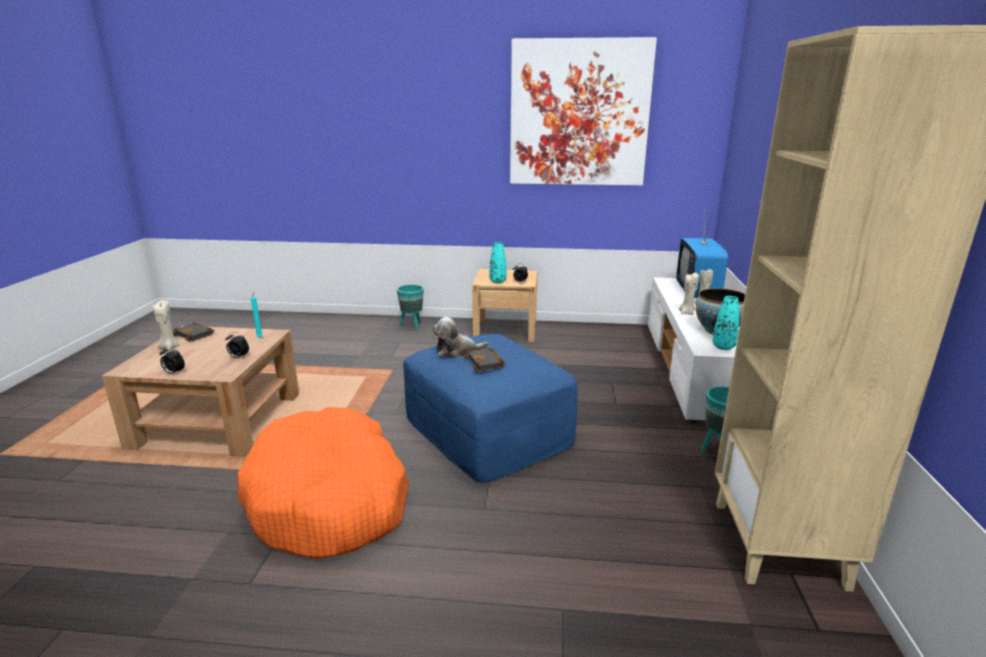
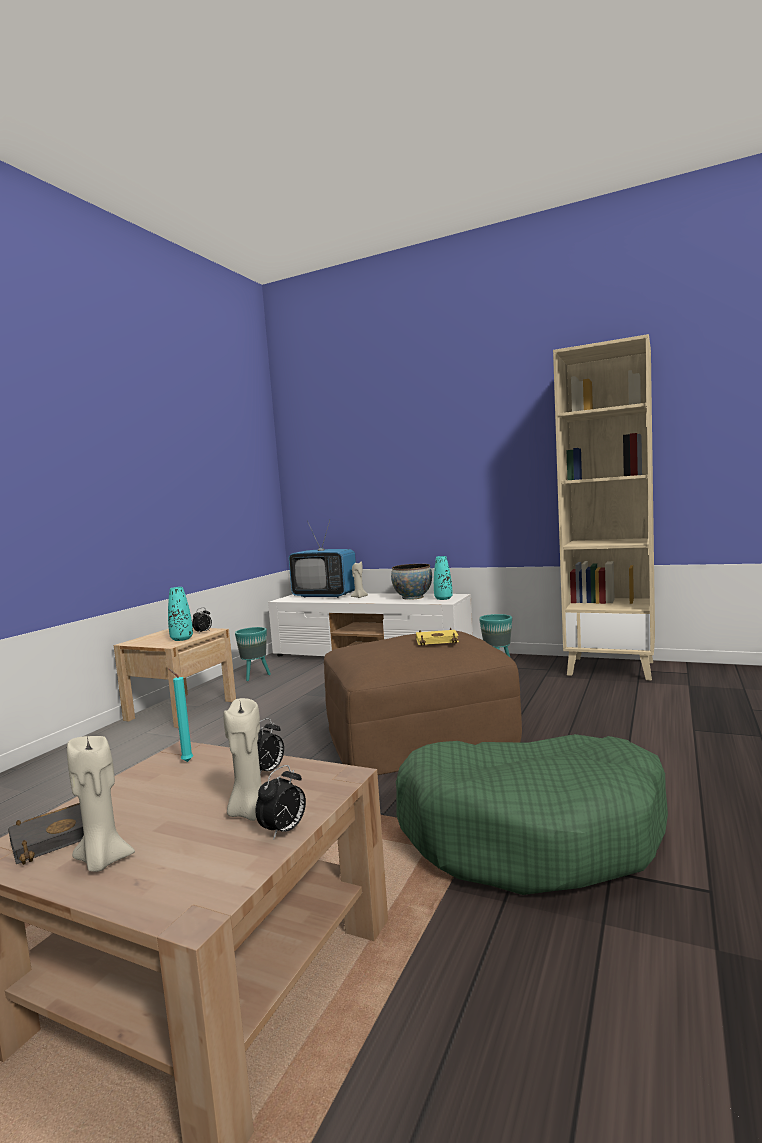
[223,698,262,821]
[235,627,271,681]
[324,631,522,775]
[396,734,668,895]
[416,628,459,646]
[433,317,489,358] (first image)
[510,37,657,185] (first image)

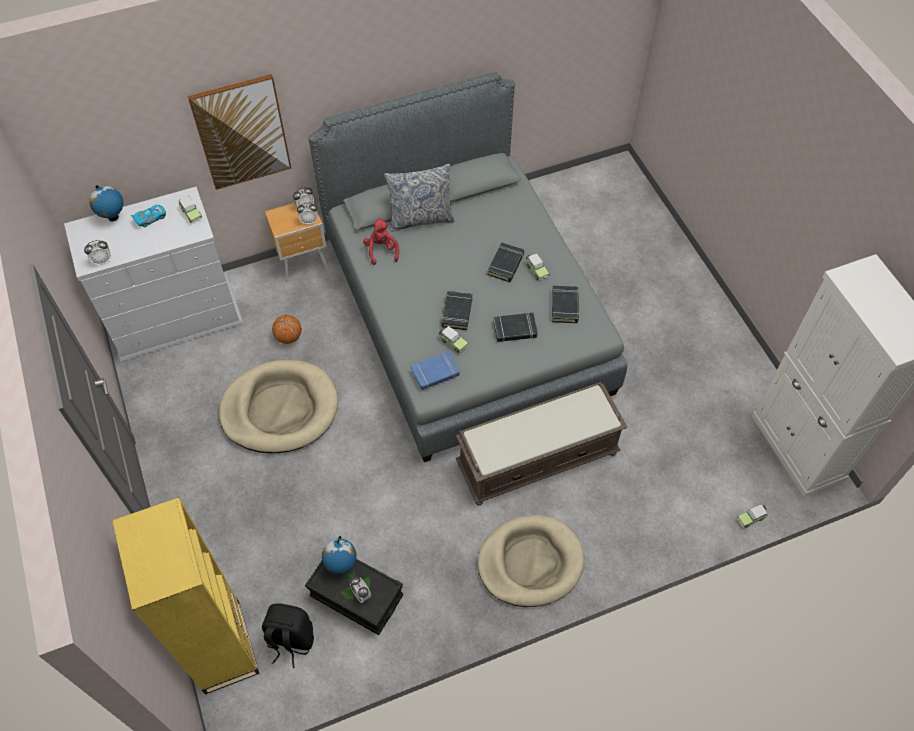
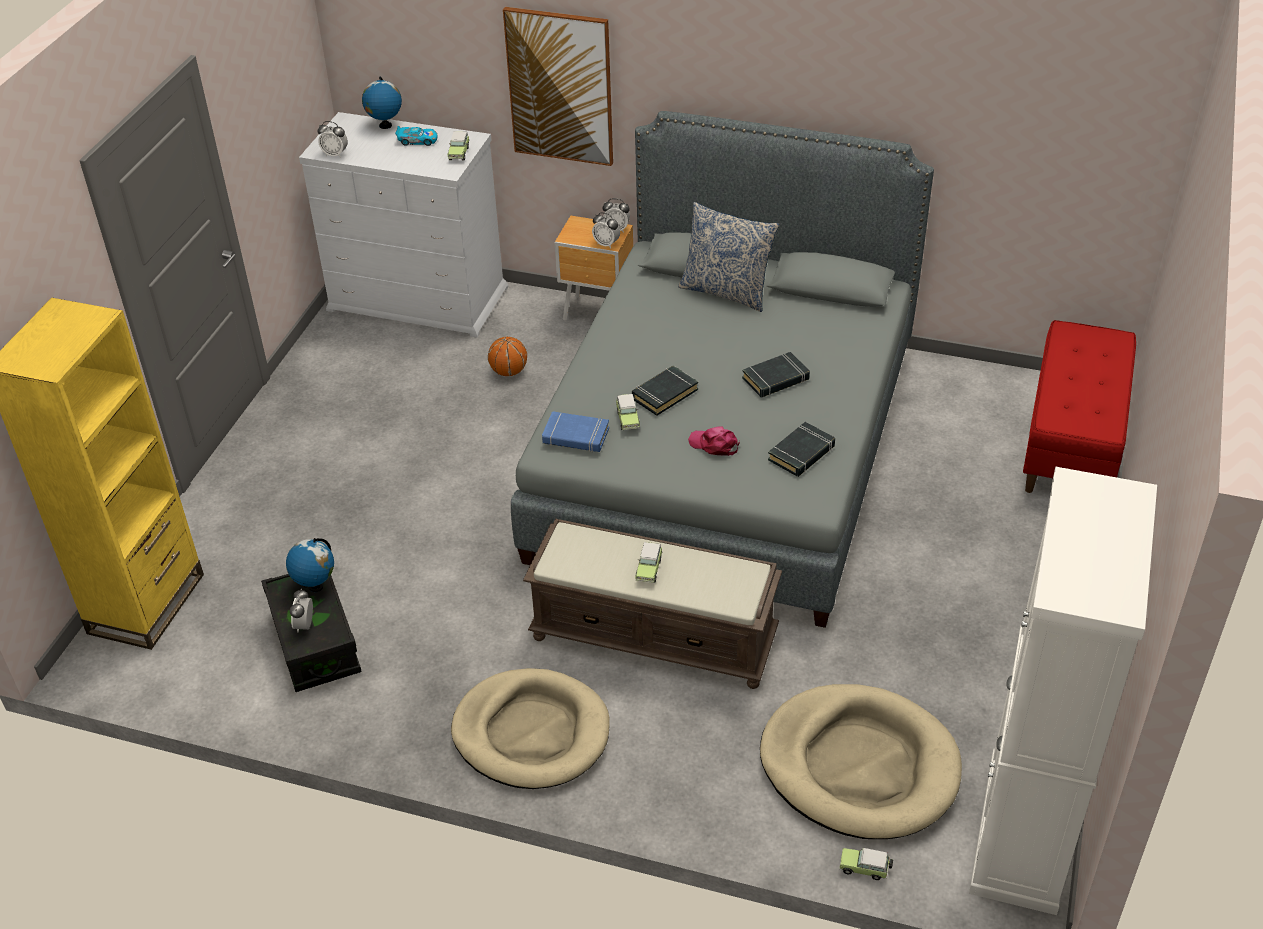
[635,542,663,583]
[688,426,740,456]
[760,684,962,839]
[1023,320,1136,493]
[262,603,314,668] (first image)
[363,218,399,265] (first image)

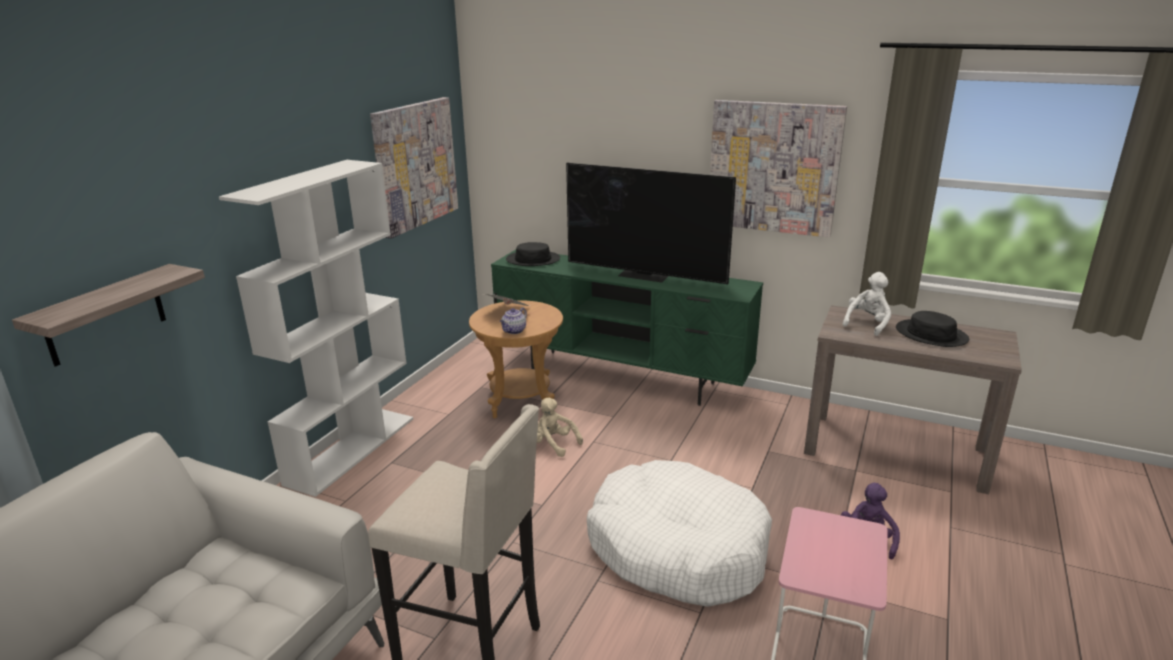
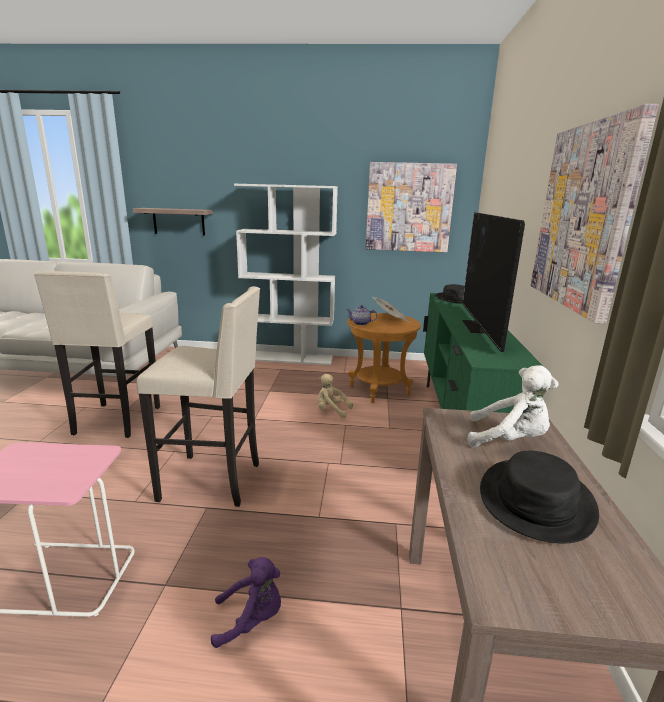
[136,286,260,507]
[318,374,353,418]

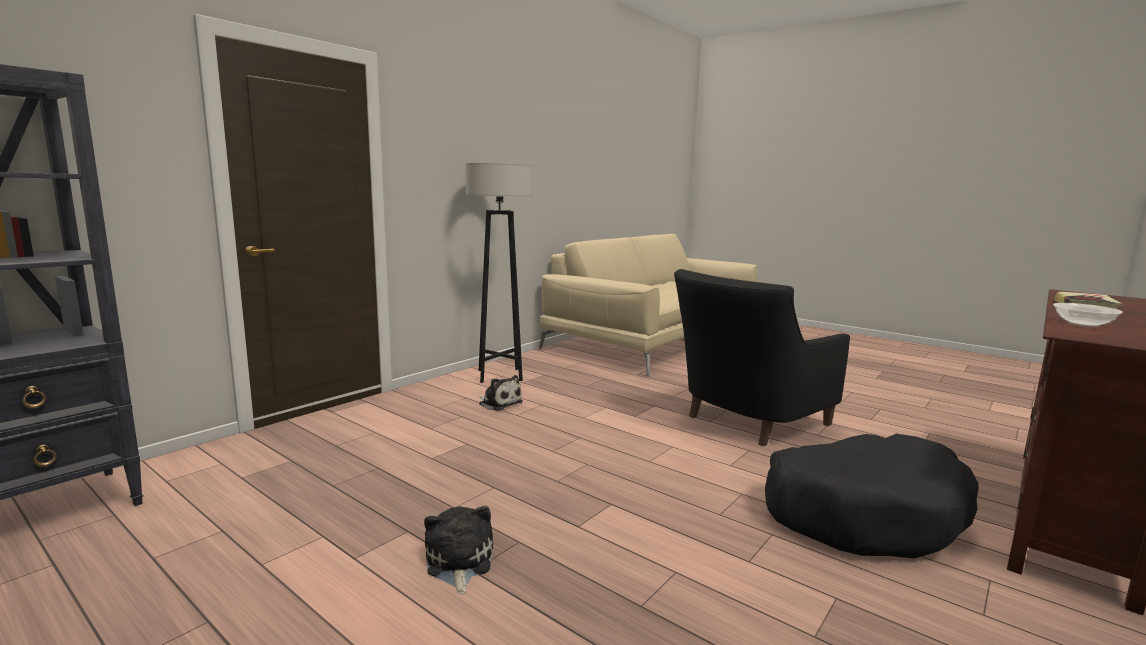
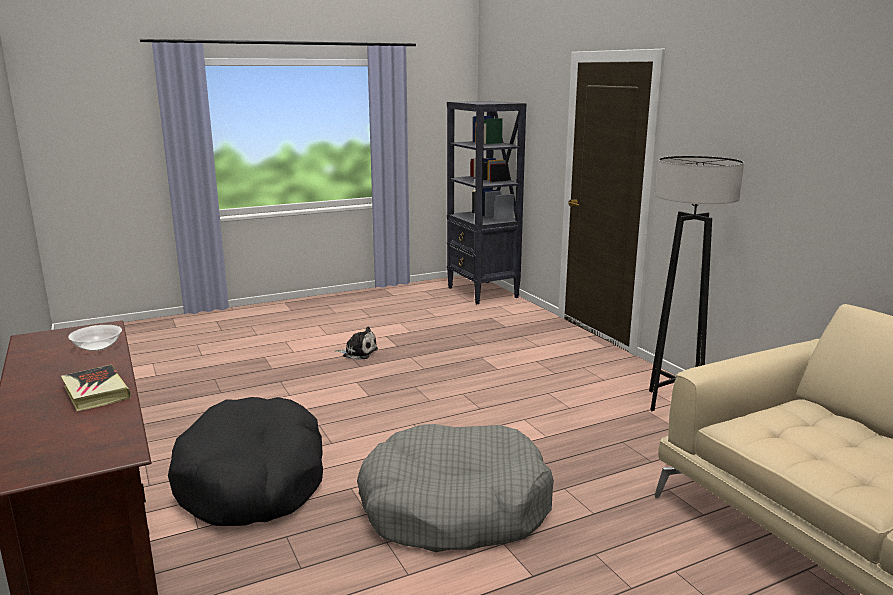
[357,424,554,552]
[478,375,523,411] (first image)

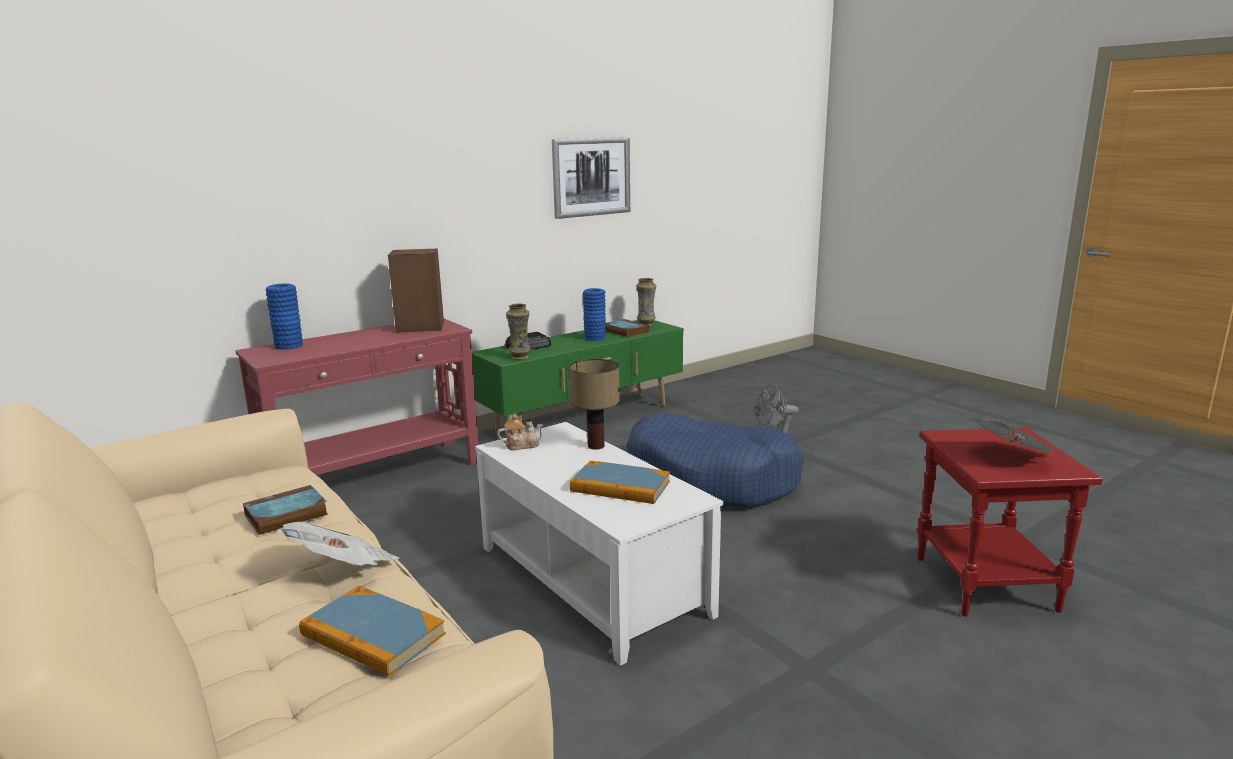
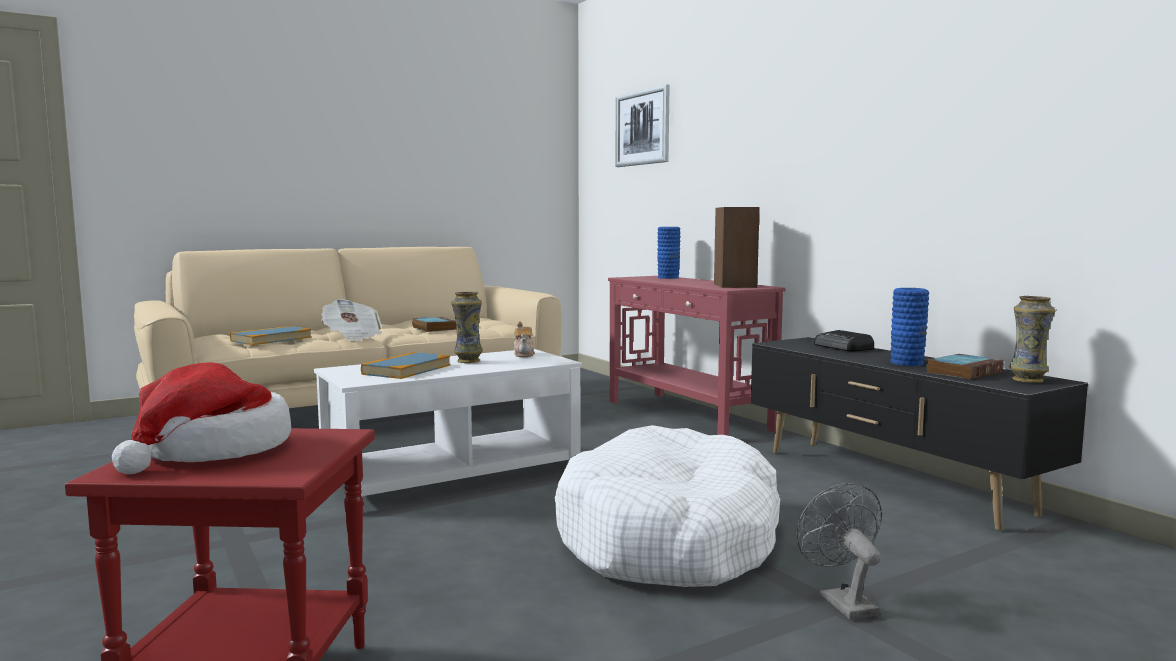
[112,362,291,474]
[451,292,483,363]
[555,425,780,587]
[615,84,669,167]
[751,337,1088,530]
[569,359,620,450] (first image)

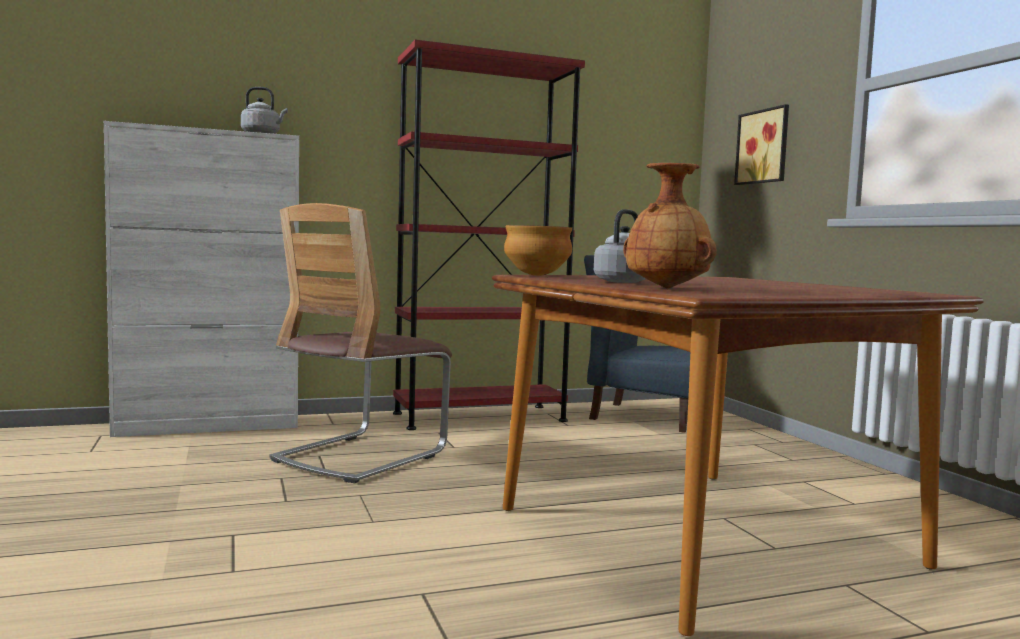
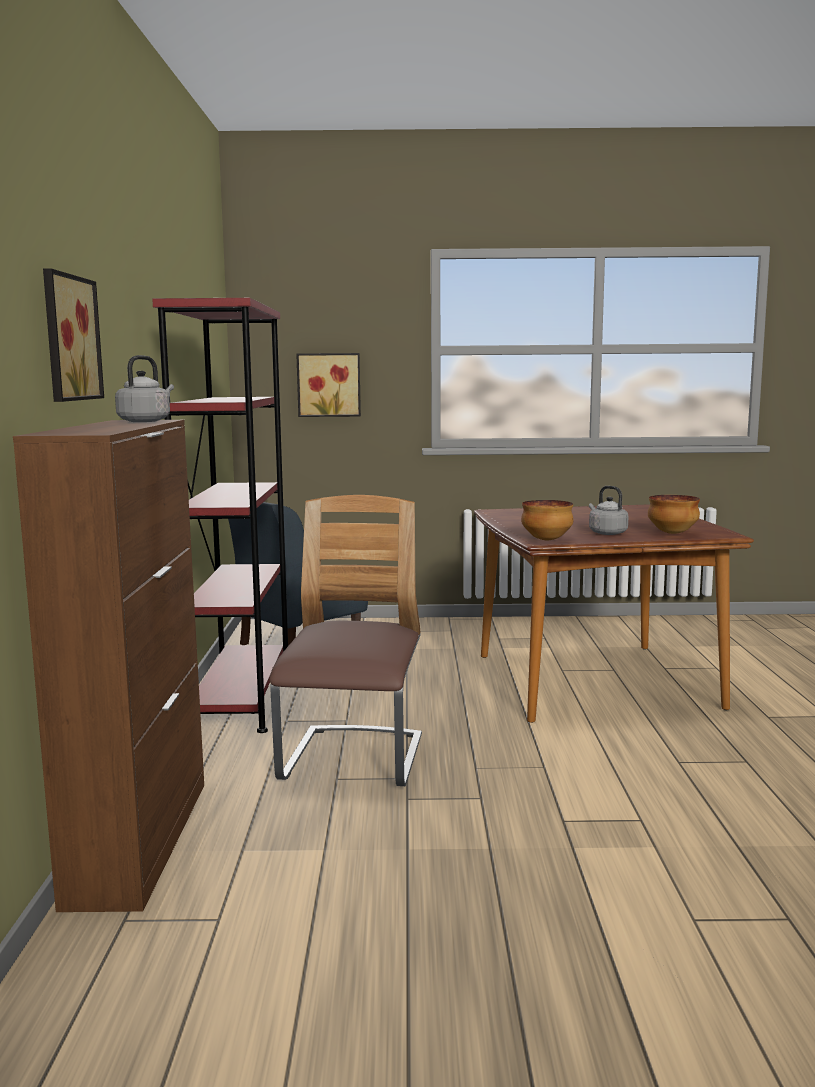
[13,420,204,912]
[43,268,104,402]
[269,495,422,786]
[648,495,700,534]

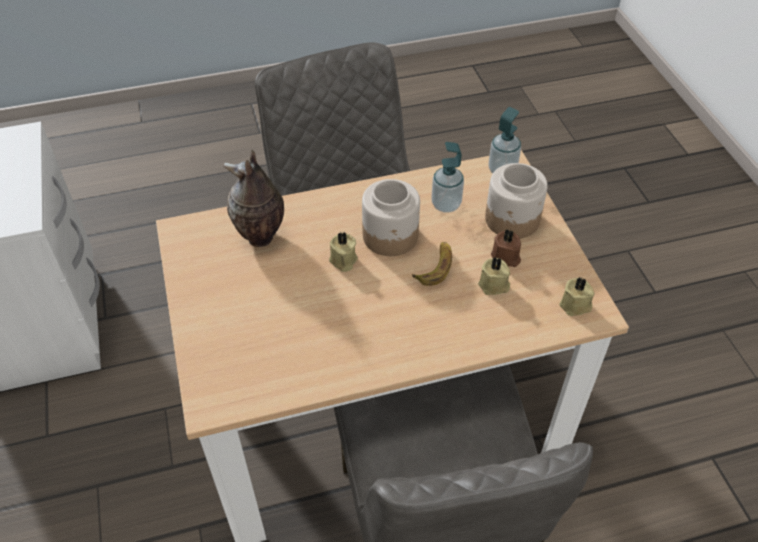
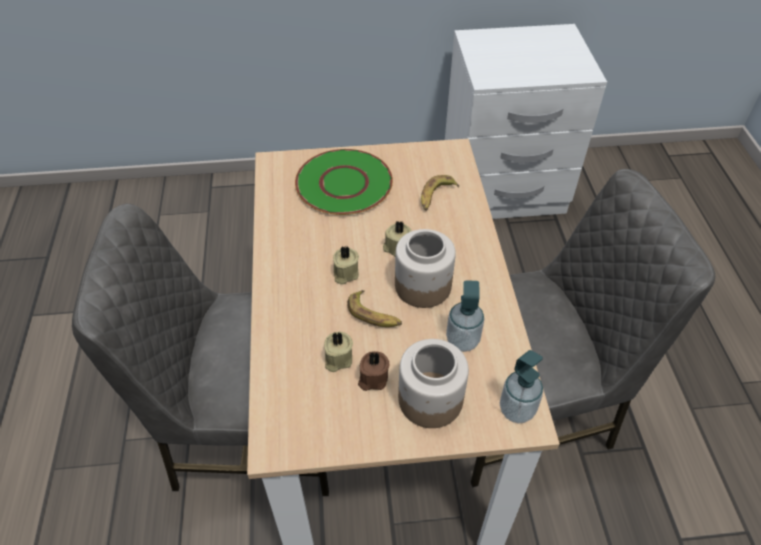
[295,149,393,215]
[333,246,359,284]
[421,175,459,211]

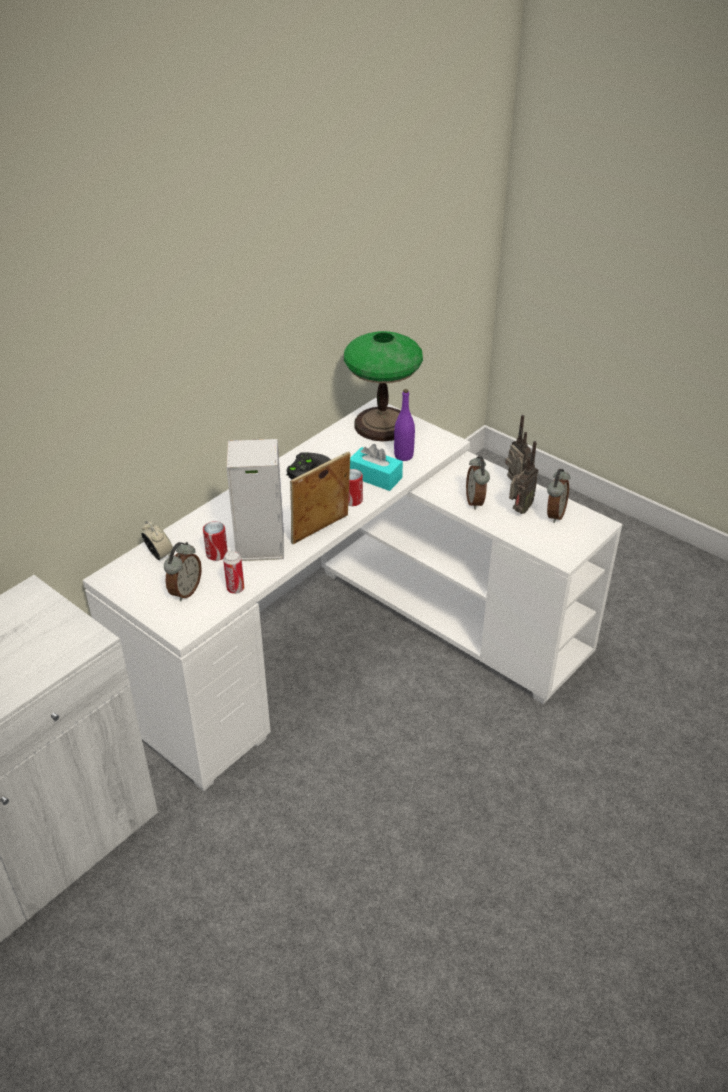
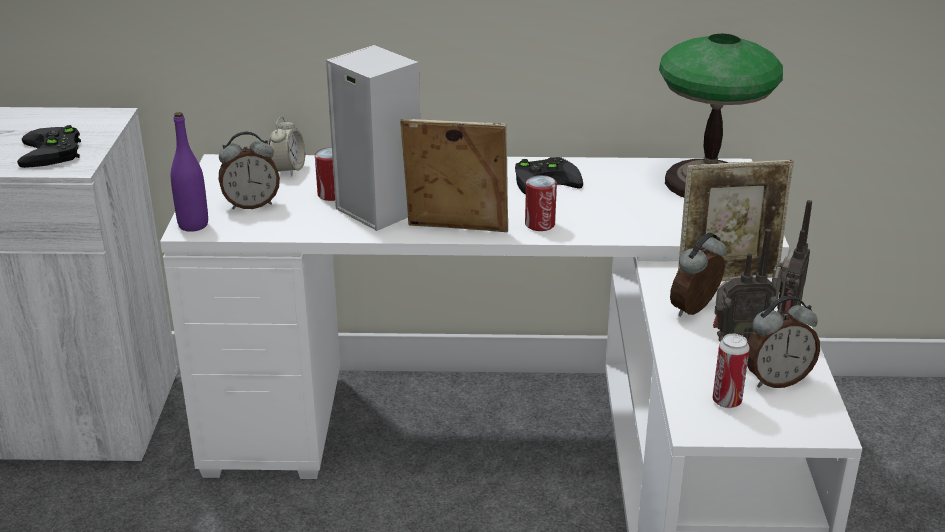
[17,125,81,168]
[171,112,208,232]
[678,160,794,281]
[712,334,750,408]
[350,444,403,491] (first image)

